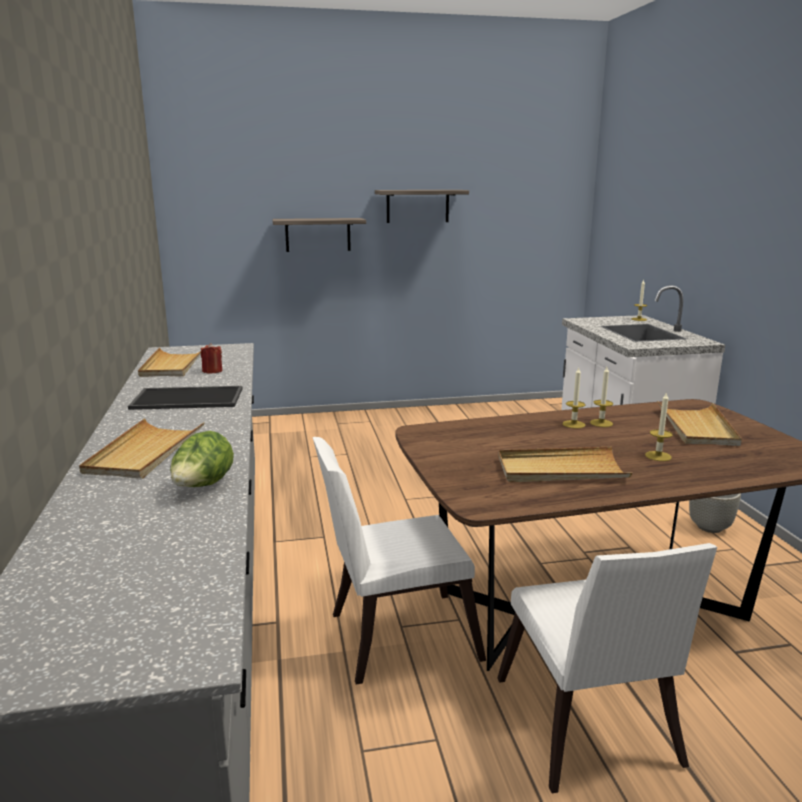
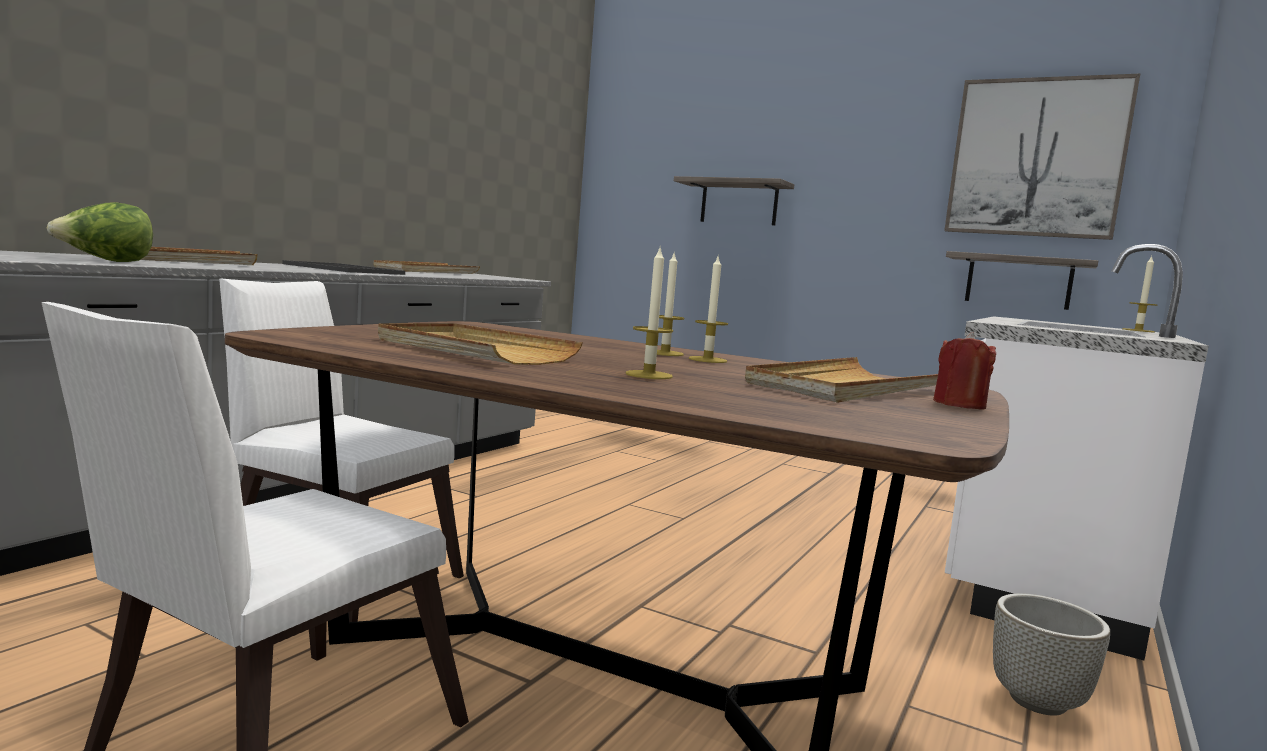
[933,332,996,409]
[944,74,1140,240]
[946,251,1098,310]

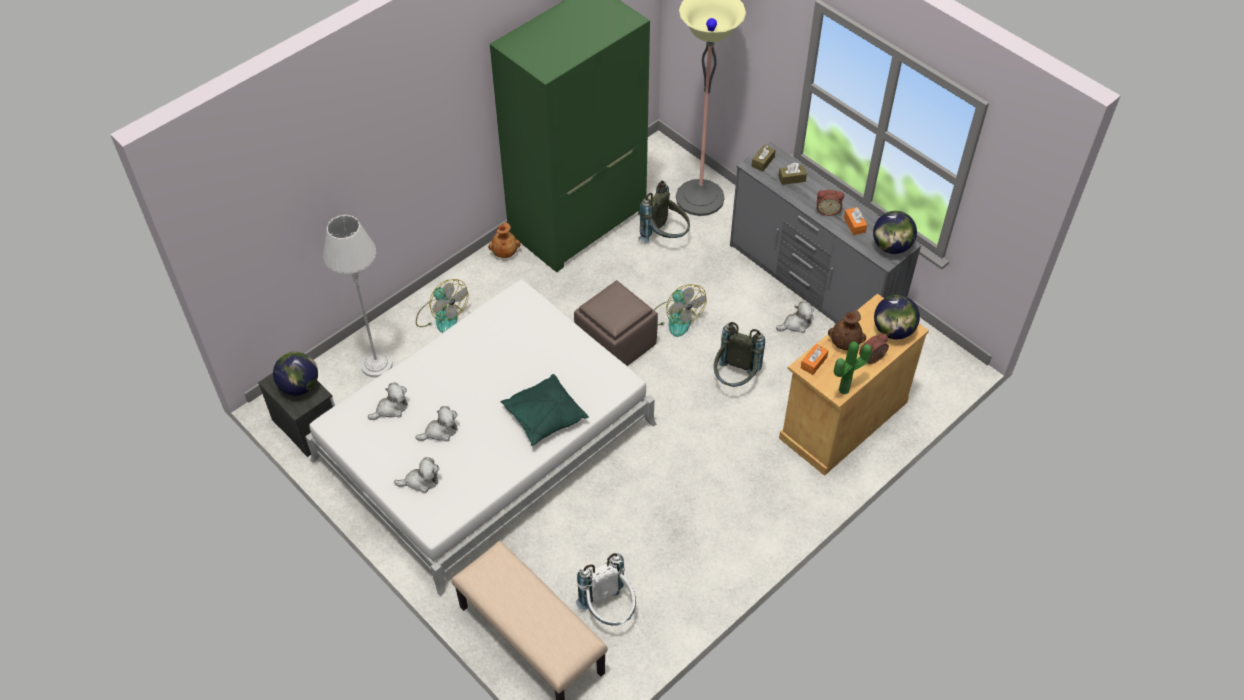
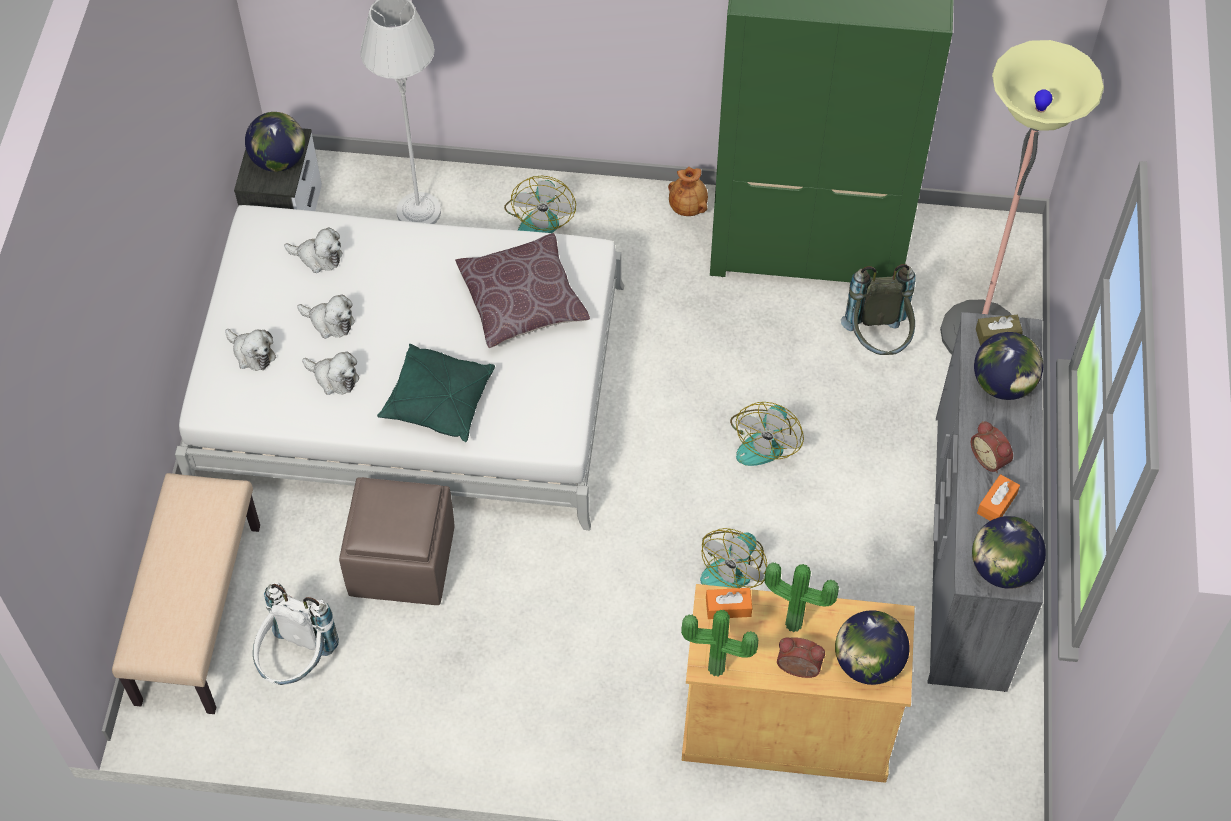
[302,351,359,395]
[339,477,455,605]
[455,233,590,348]
[700,528,767,588]
[764,562,839,632]
[974,332,1043,400]

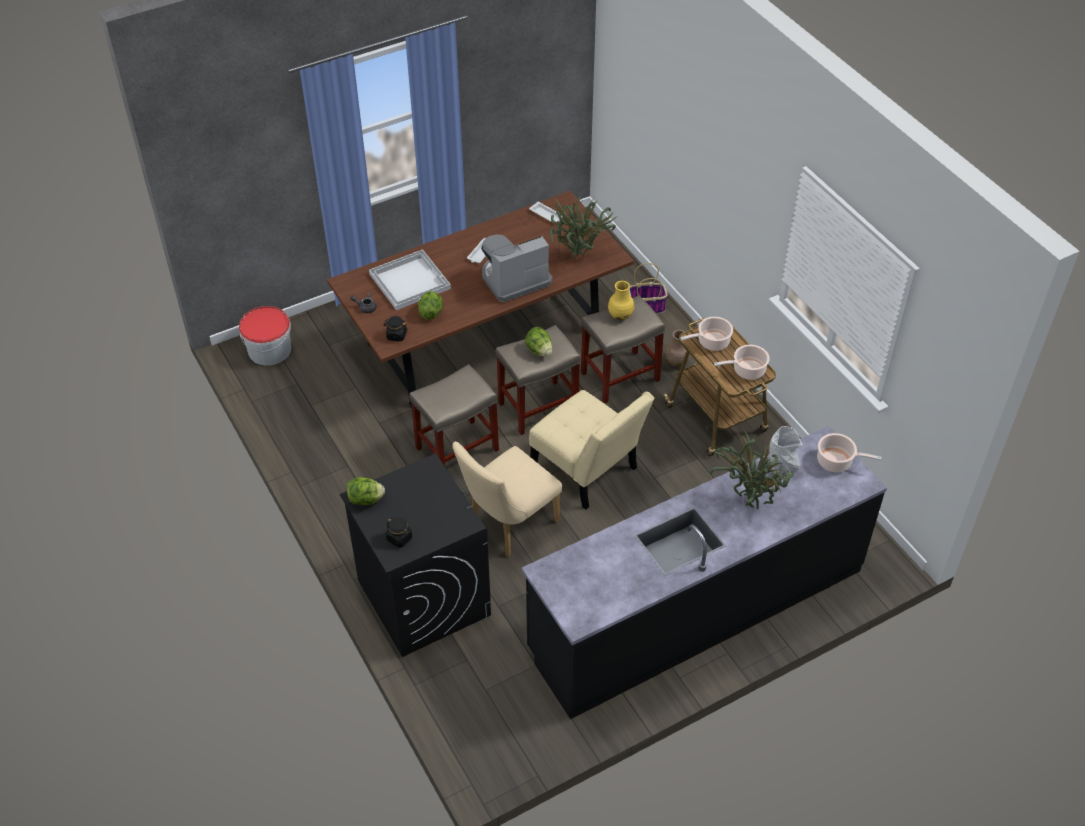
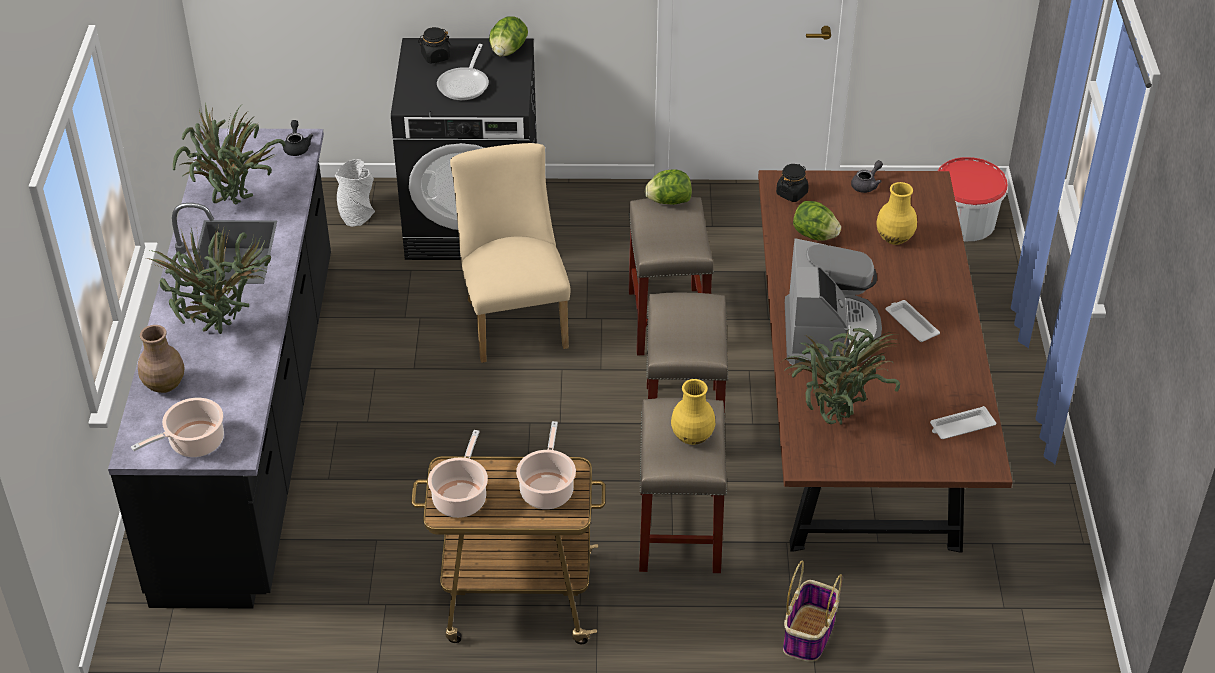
[138,325,184,393]
[173,104,285,205]
[283,120,313,156]
[335,159,375,227]
[437,44,489,100]
[645,169,692,205]
[876,182,917,245]
[529,390,654,510] (first image)

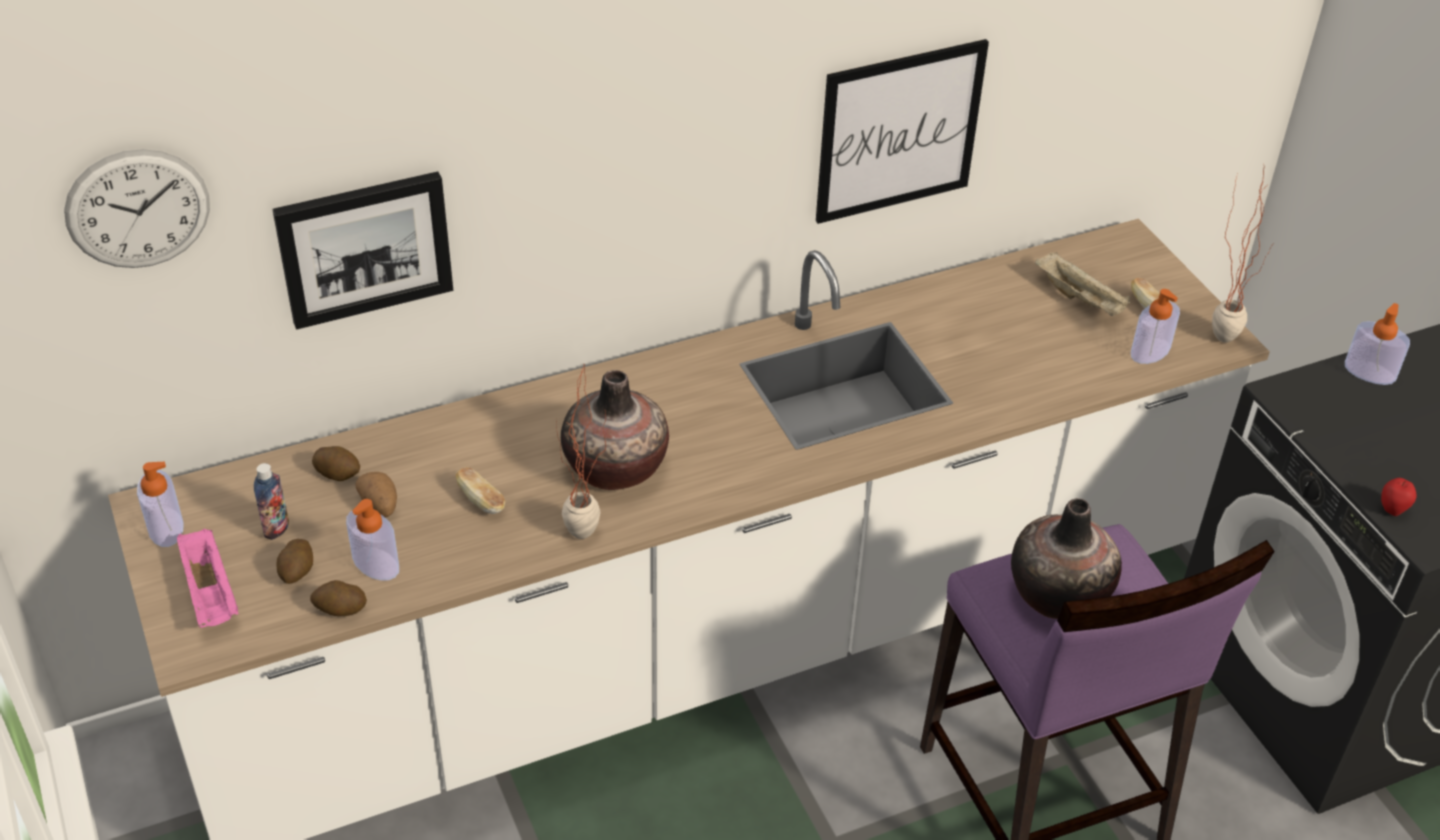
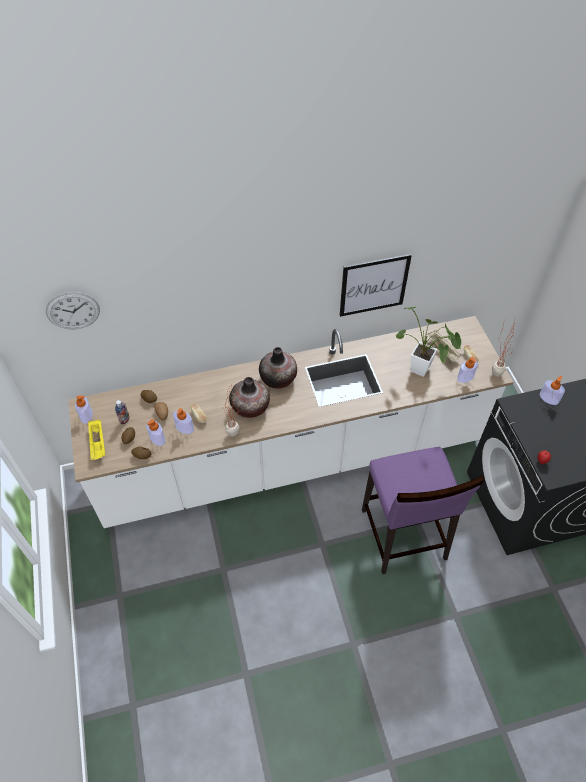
[88,420,105,460]
[173,408,194,434]
[259,347,297,389]
[395,307,461,377]
[272,171,453,330] (first image)

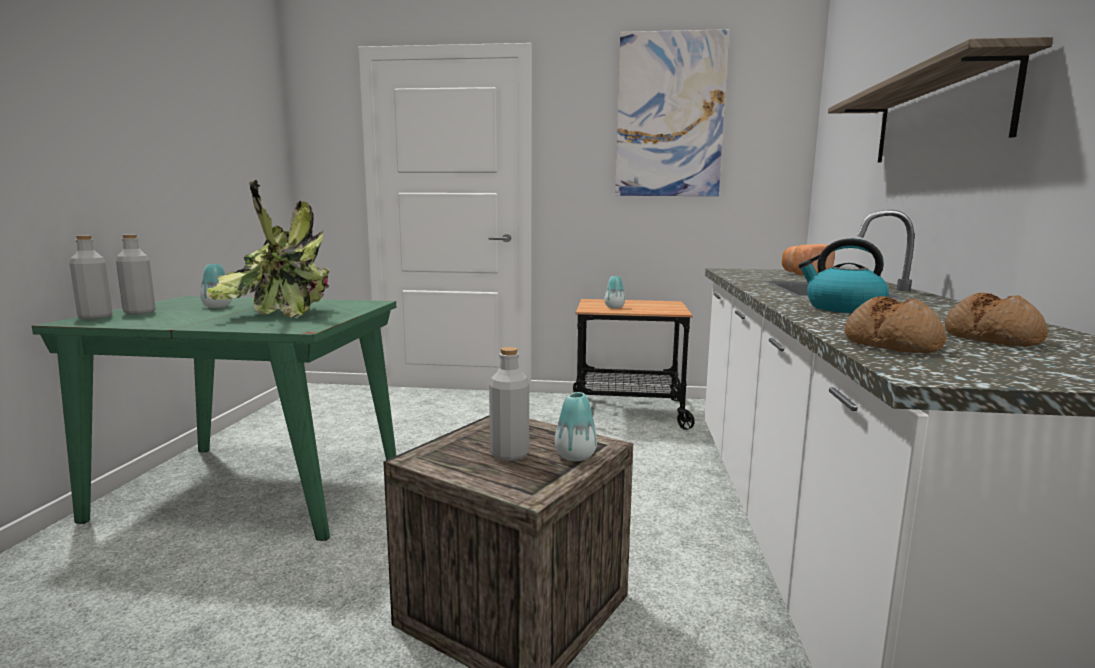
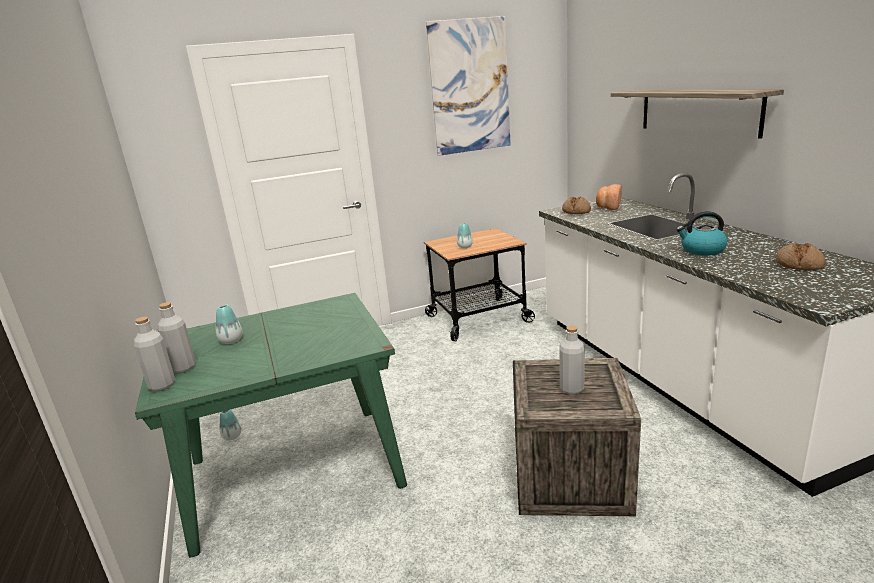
[220,410,241,440]
[562,197,591,214]
[207,179,330,318] (first image)

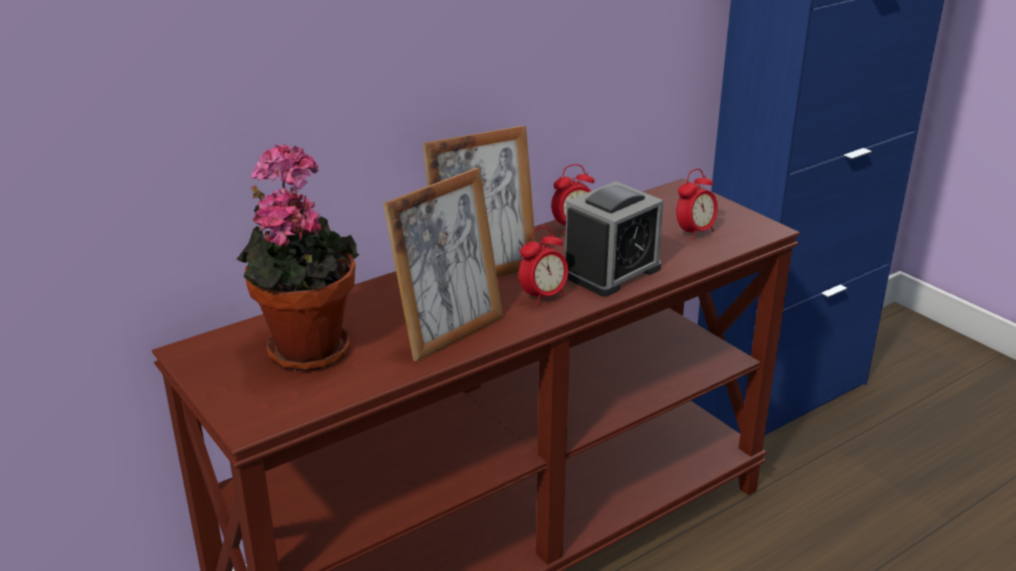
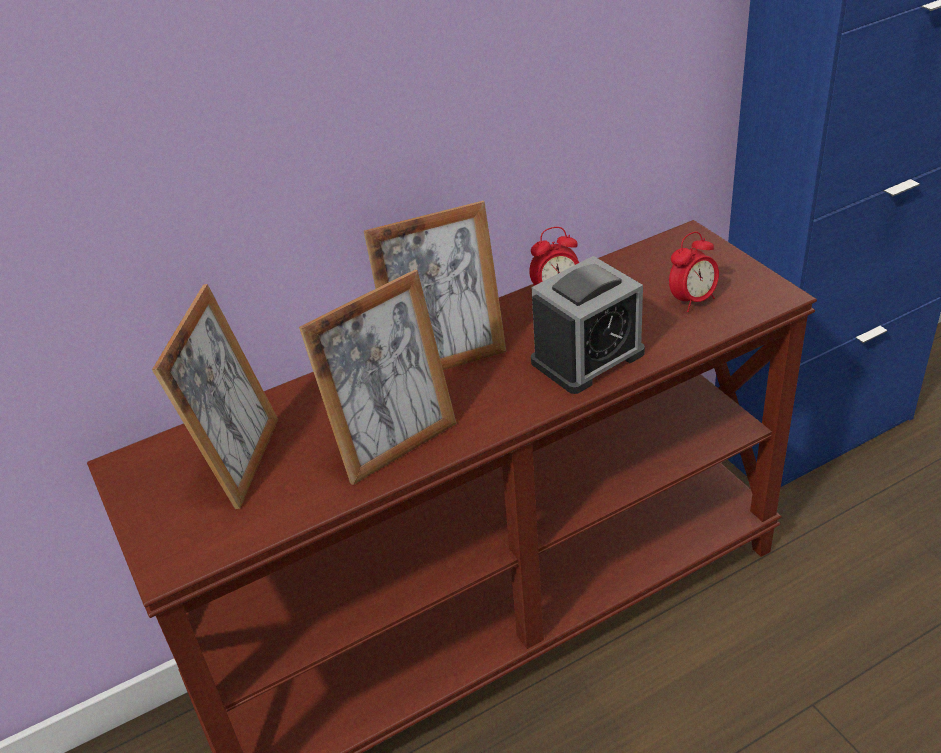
[152,284,278,509]
[519,226,568,306] (first image)

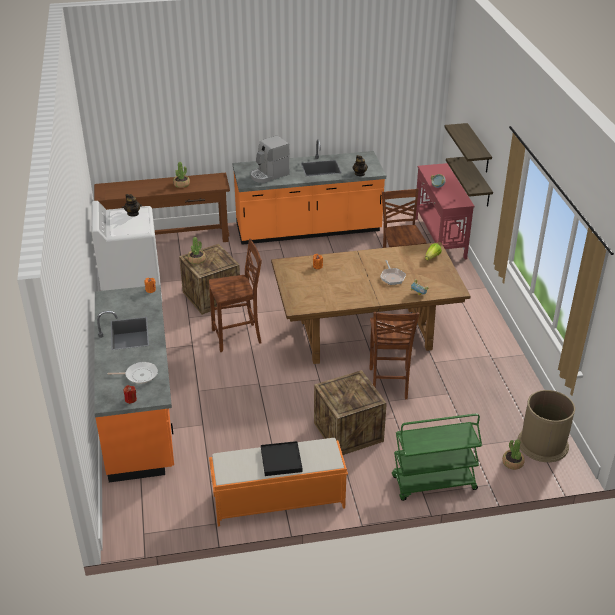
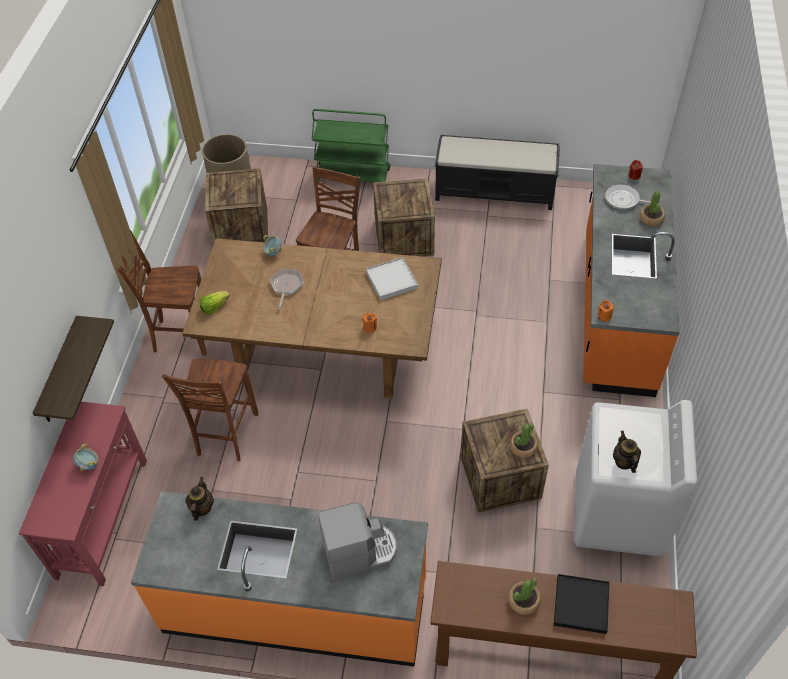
[118,230,207,356]
[205,168,268,245]
[366,257,418,300]
[435,135,560,210]
[554,574,610,634]
[640,191,665,227]
[444,123,492,172] (first image)

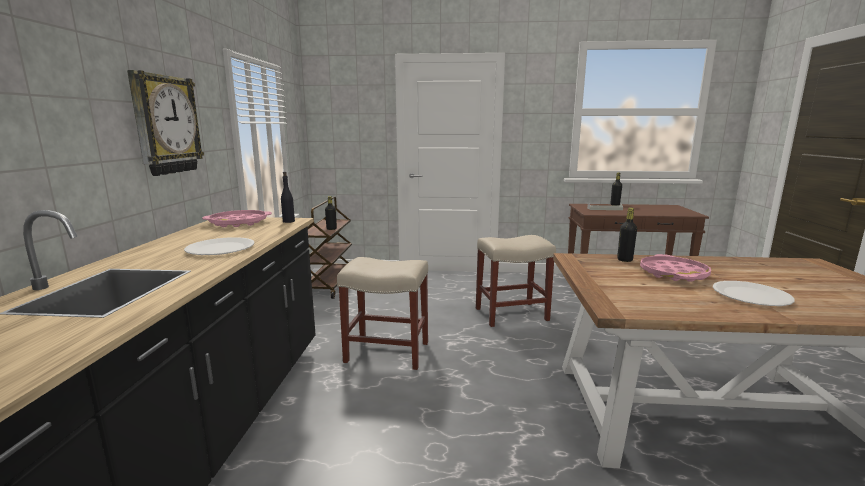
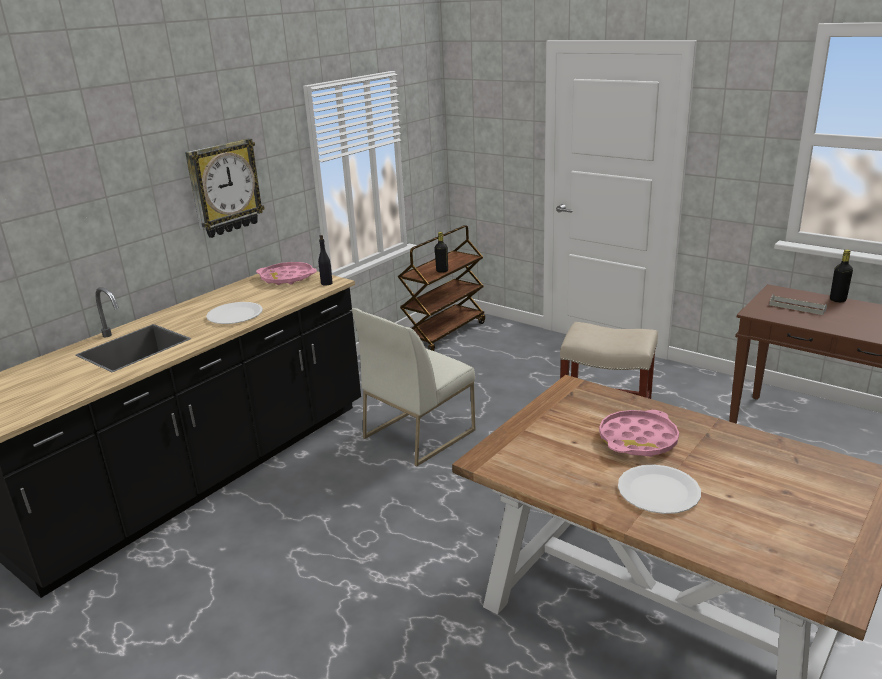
[352,308,476,467]
[617,207,637,262] (first image)

